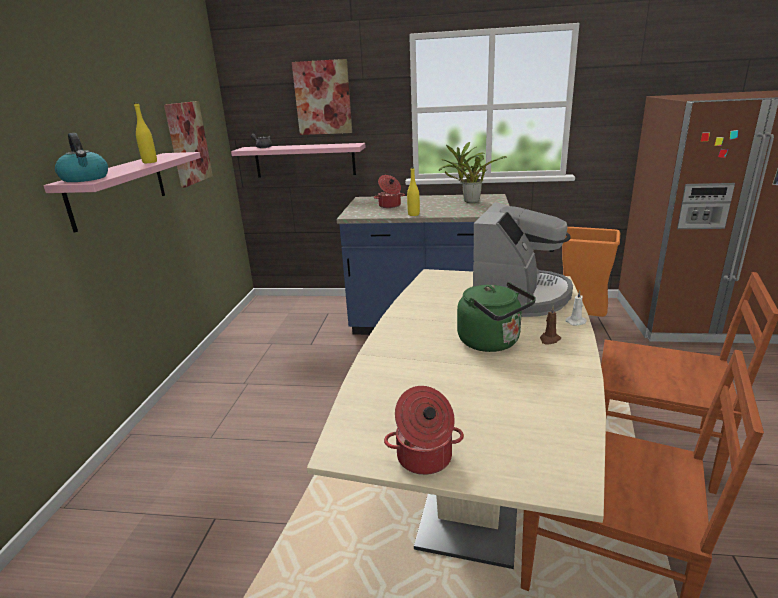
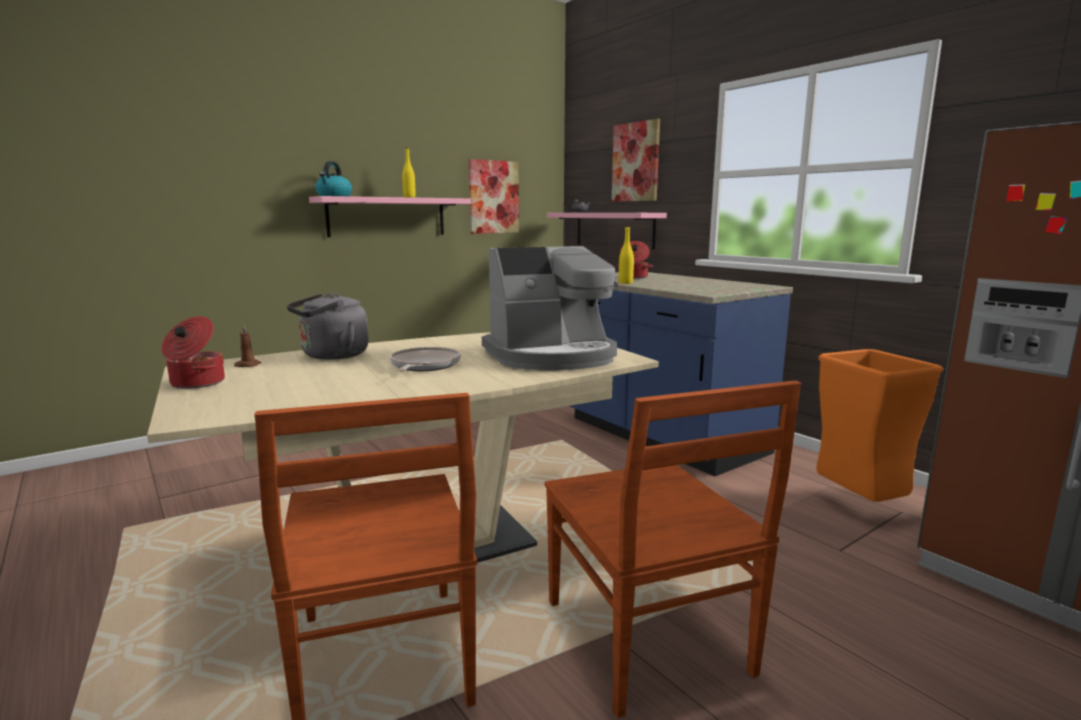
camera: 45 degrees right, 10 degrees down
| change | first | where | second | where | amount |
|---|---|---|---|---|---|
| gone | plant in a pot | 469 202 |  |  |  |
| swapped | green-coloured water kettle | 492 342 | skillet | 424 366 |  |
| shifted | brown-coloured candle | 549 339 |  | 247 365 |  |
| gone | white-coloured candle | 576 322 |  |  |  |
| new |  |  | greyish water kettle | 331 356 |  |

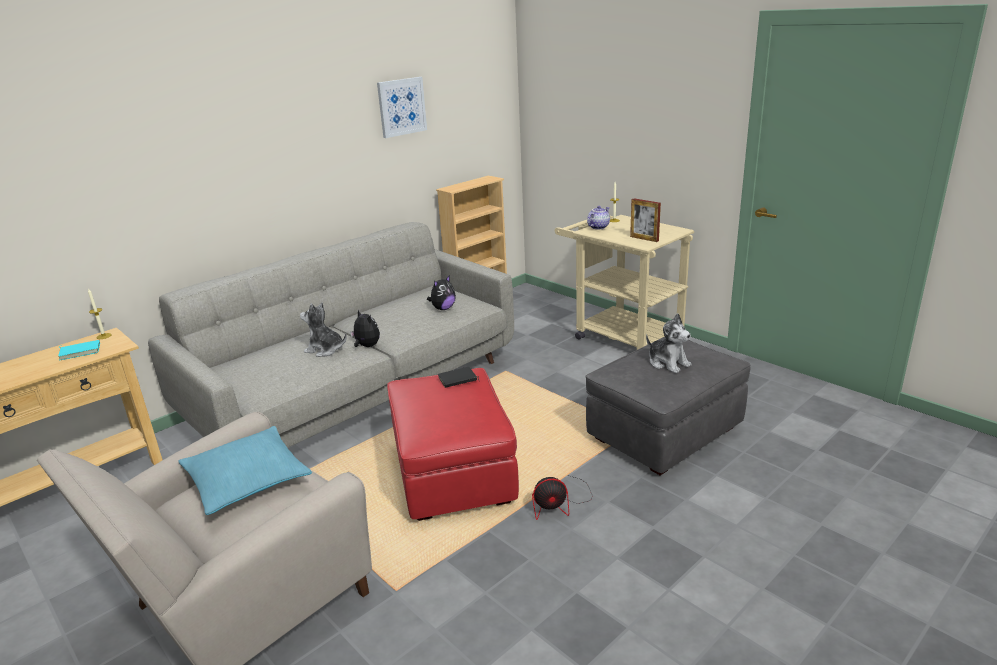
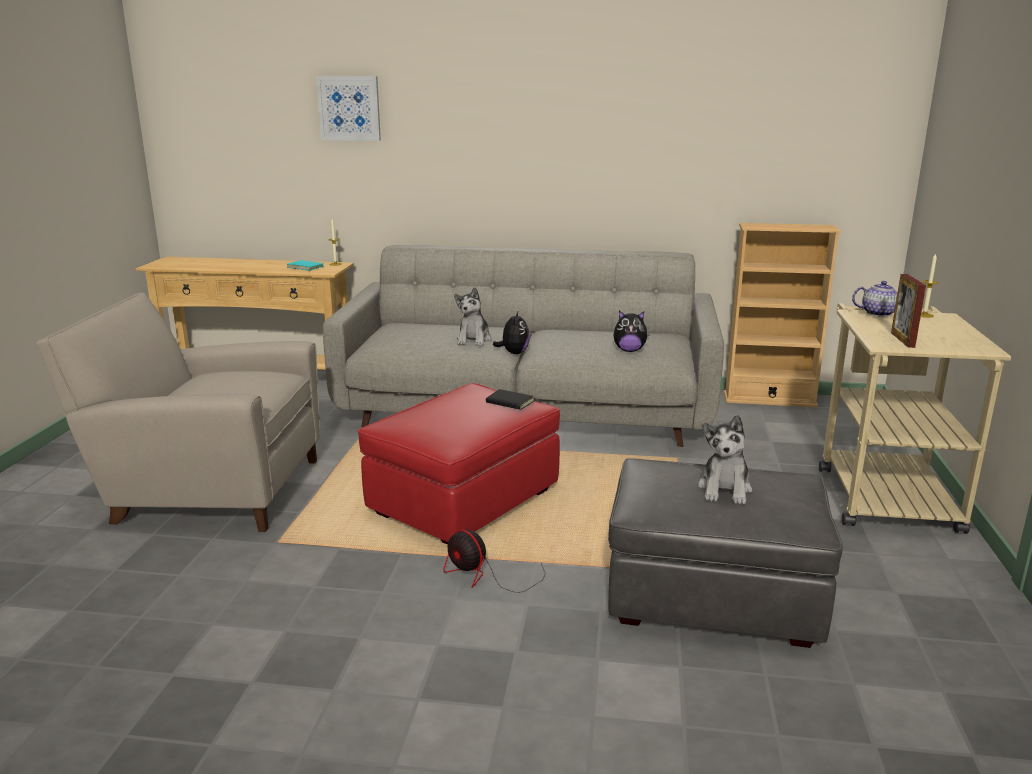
camera: 50 degrees right, 5 degrees down
| change | first | where | second | where | amount |
|---|---|---|---|---|---|
| gone | blue-green cushion | 247 480 |  |  |  |
| rotated | cuddly toy | 325 350 |  | 474 340 | 150 degrees counterclockwise |
| shifted | picture | 401 107 |  | 349 108 |  |

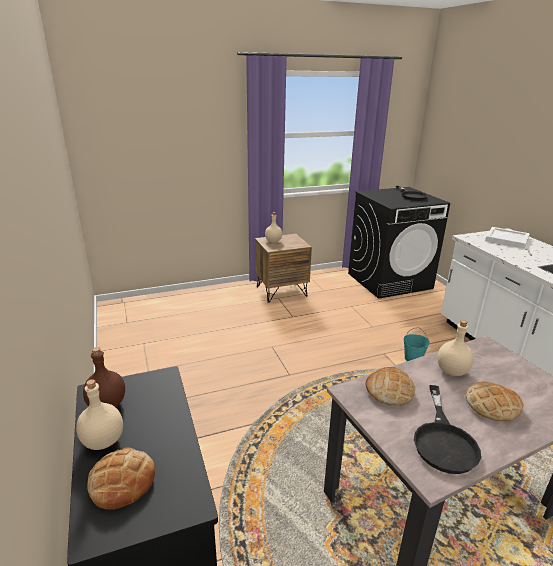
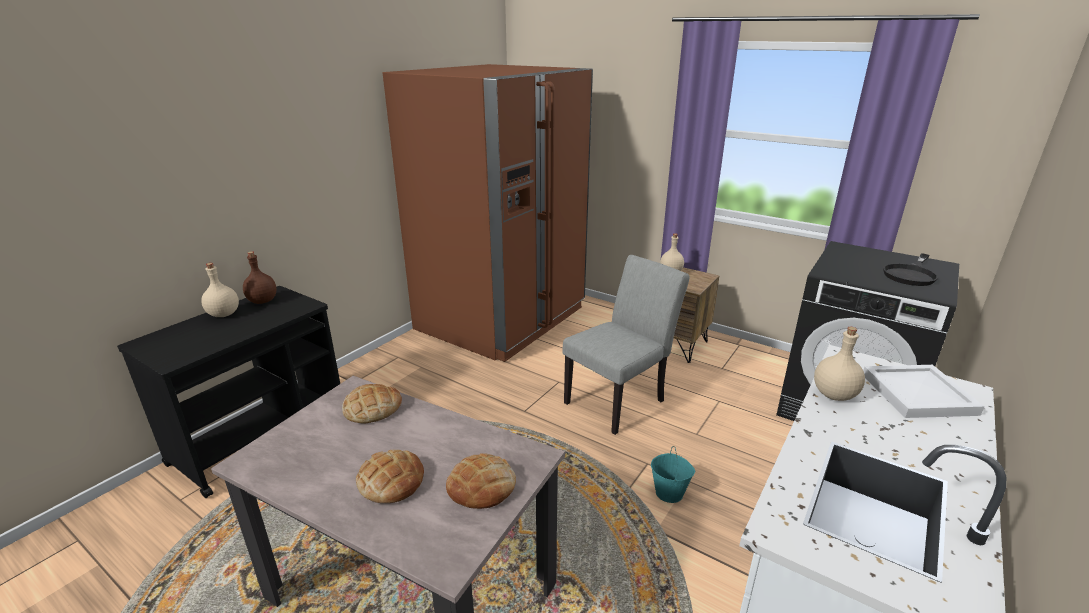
camera: 55 degrees right, 0 degrees up
| change | first | where | second | where | amount |
|---|---|---|---|---|---|
| shifted | bakery bread | 122 481 |  | 481 486 |  |
| gone | blackish skillet | 443 440 |  |  |  |
| shifted | beige-coloured drink bottle | 451 371 |  | 833 395 |  |
| new |  |  | brown-coloured fridge | 501 319 |  |
| new |  |  | greyish upright chair | 620 399 |  |

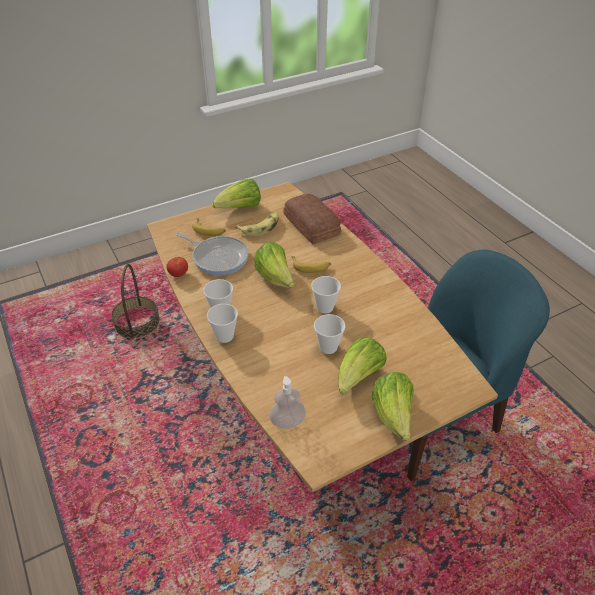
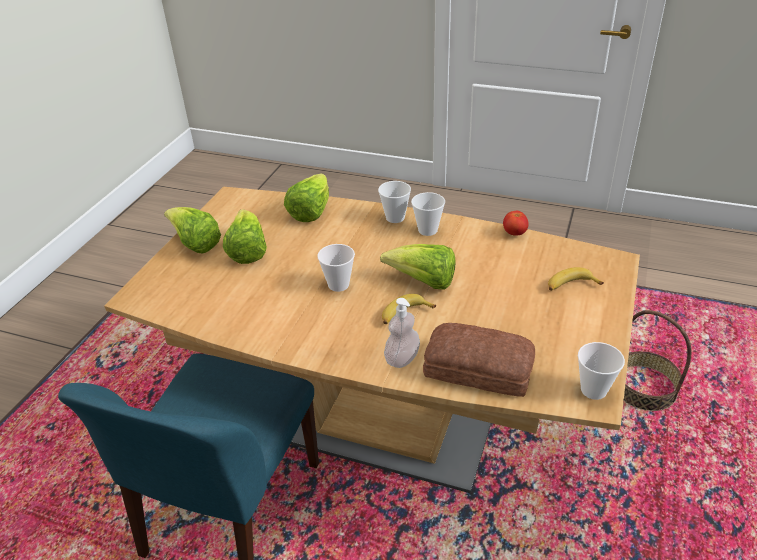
camera: 140 degrees right, 5 degrees down
| change | first | where | second | where | amount |
|---|---|---|---|---|---|
| gone | skillet | 218 257 |  |  |  |
| shifted | lettuce head | 240 208 |  | 311 211 |  |
| gone | banana | 260 227 |  |  |  |
| shifted | soap dispenser | 287 421 |  | 402 359 |  |
| shifted | small cup | 328 347 |  | 593 390 |  |

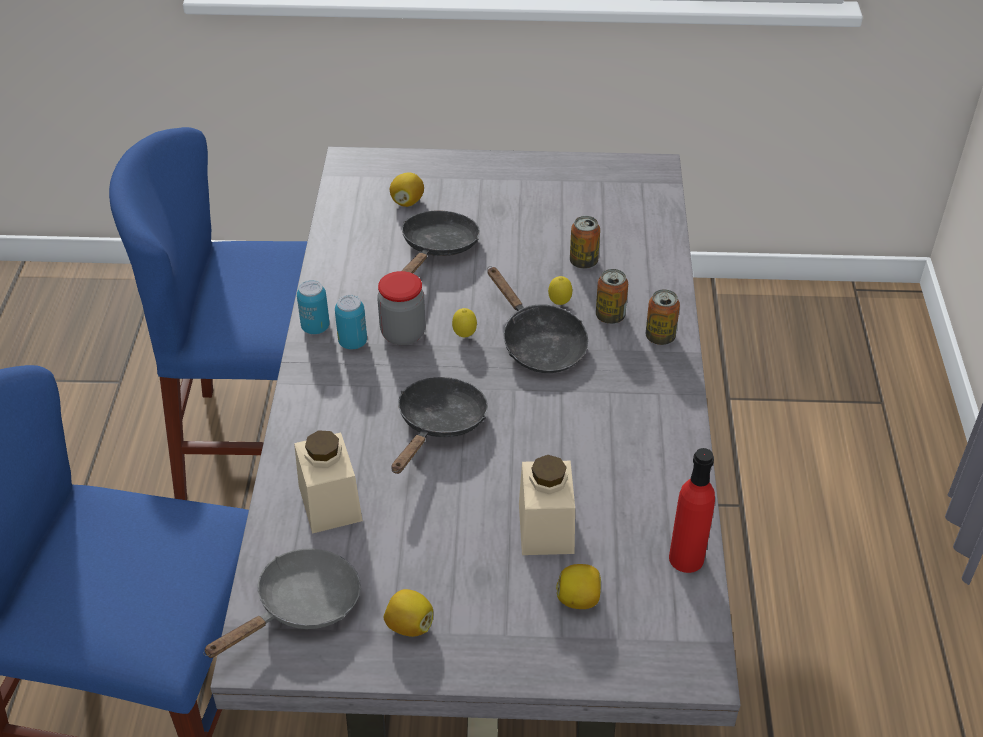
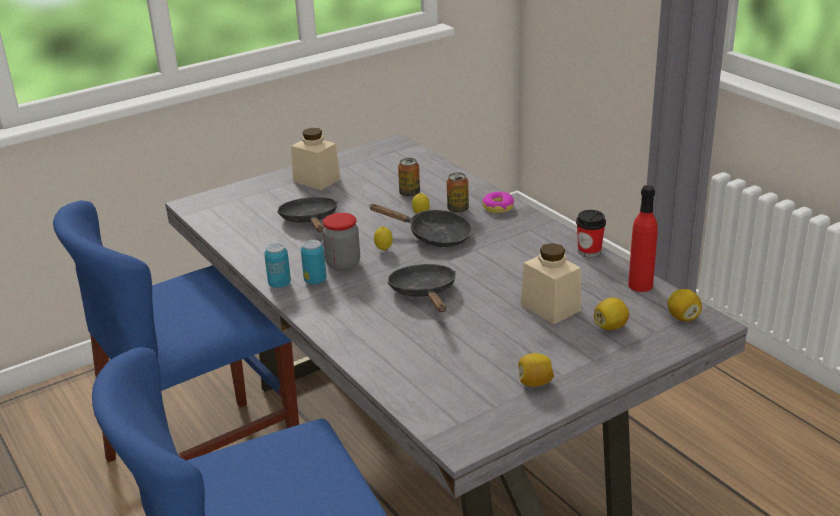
camera: 35 degrees left, 15 degrees down
| change | first | where | second | where | amount |
|---|---|---|---|---|---|
| gone | greyish skillet | 301 607 |  |  |  |
| shifted | beige-coloured jar | 330 503 |  | 316 180 |  |
| shifted | lemon | 407 201 |  | 682 317 |  |
| swapped | can | 660 337 | ring doughnut | 498 207 |  |
| new |  |  | small cup | 589 252 |  |

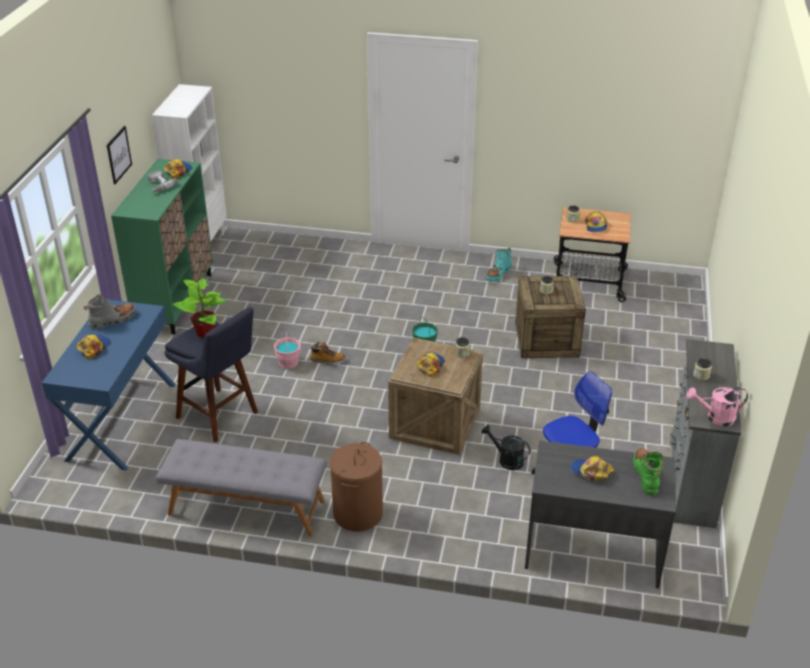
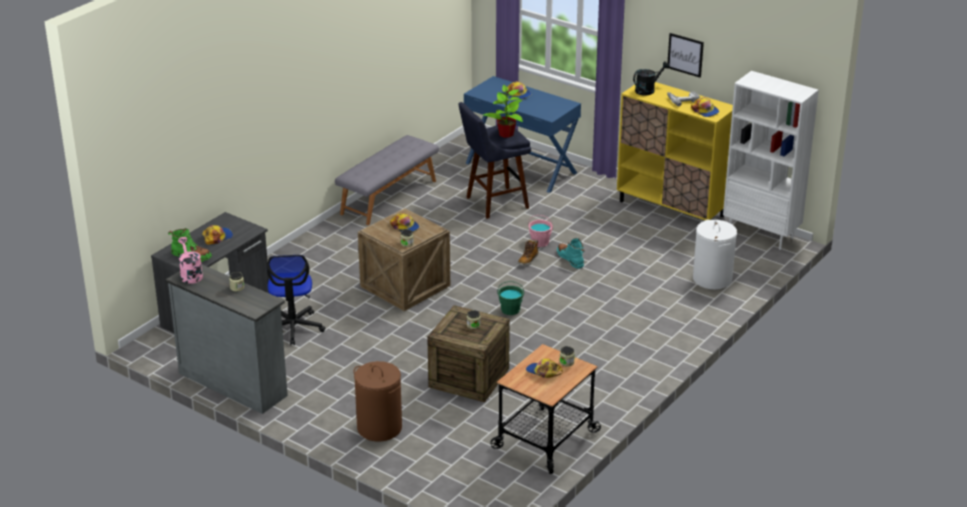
camera: 115 degrees right, 5 degrees down
| change | first | where | second | where | amount |
|---|---|---|---|---|---|
| gone | greyish boot | 113 320 |  |  |  |
| repainted | green-coloured cupboard | 175 301 | yellowish cupboard | 671 209 |  |
| shifted | brown-coloured washing basket | 358 514 |  | 379 428 |  |
| shifted | blackish watering pot | 506 460 |  | 648 90 |  |
| shifted | blue-green boot | 498 274 |  | 570 259 |  |
| rotated | pink-coloured watering pot | 715 417 |  | 190 274 | 45 degrees counterclockwise |
| new |  |  | white-coloured washing basket | 712 279 |  |

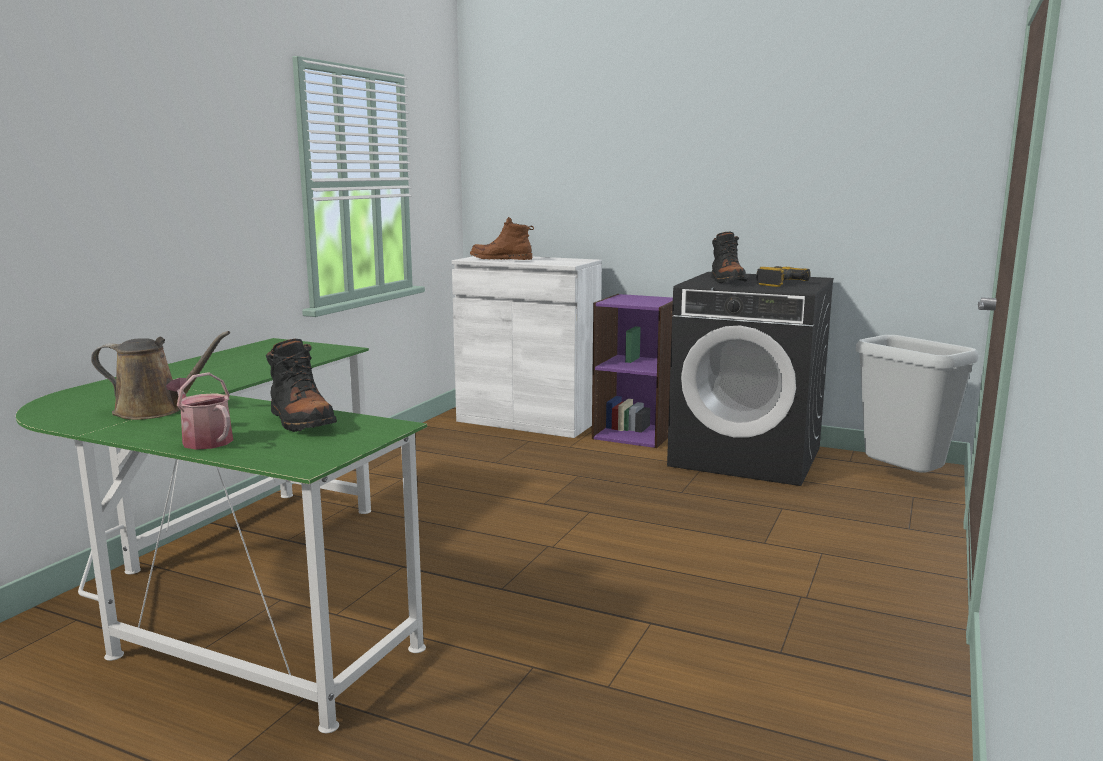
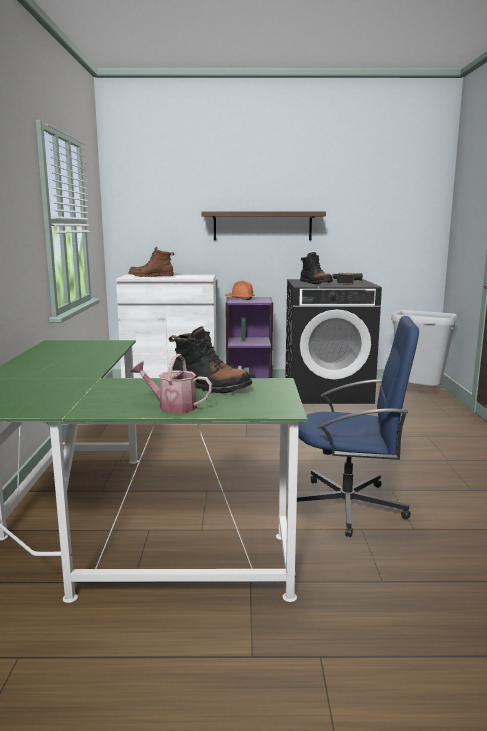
camera: 25 degrees left, 0 degrees up
| change | first | where | second | where | amount |
|---|---|---|---|---|---|
| gone | brown-coloured watering pot | 155 410 |  |  |  |
| new |  |  | wall shelf | 262 226 |  |
| new |  |  | orange hard hat | 239 298 |  |
| new |  |  | blue desk chair | 349 506 |  |

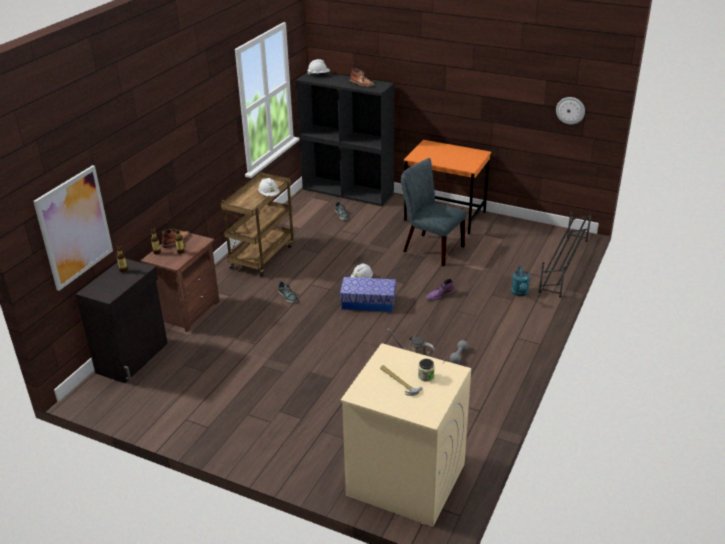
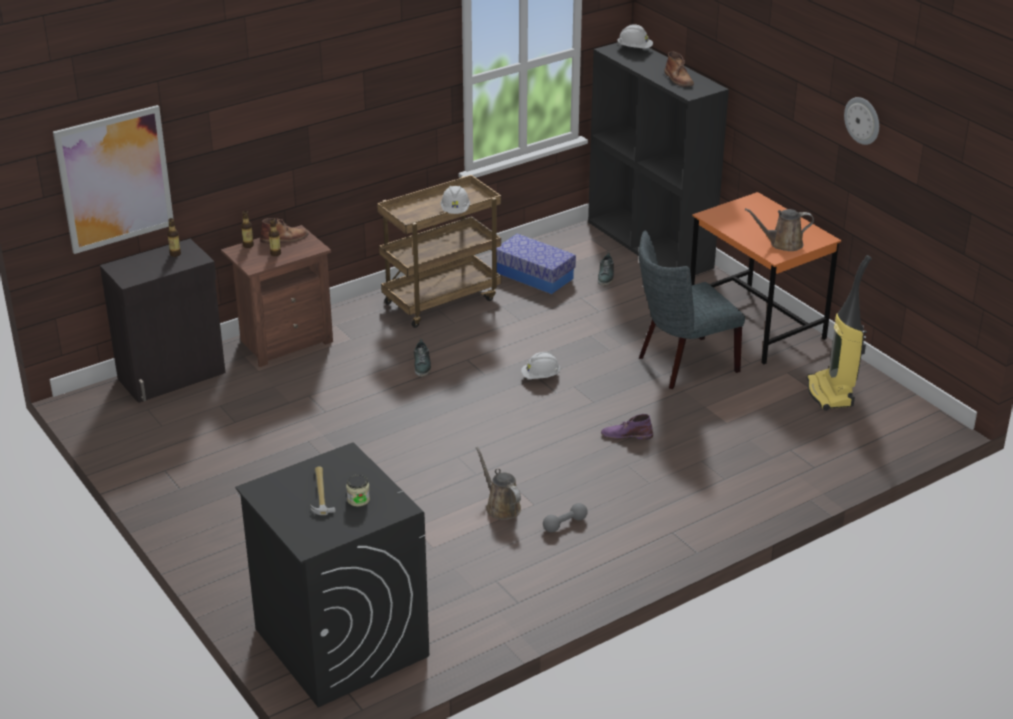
camera: 30 degrees right, 0 degrees up
| change | first | where | second | where | amount |
|---|---|---|---|---|---|
| shifted | storage box | 368 302 |  | 534 275 |  |
| repainted | beige-coloured laundry machine | 405 479 | blackish laundry machine | 340 642 |  |
| rotated | greyish upright chair | 429 248 |  | 682 365 | 90 degrees counterclockwise |
| gone | blue-green watering pot | 520 293 |  |  |  |
| gone | blackish shoe stand | 563 265 |  |  |  |
| shifted | hanging clock | 570 110 |  | 863 120 |  |
| new |  |  | brown-coloured watering pot | 783 244 |  |
| new |  |  | vacuum | 831 393 |  |

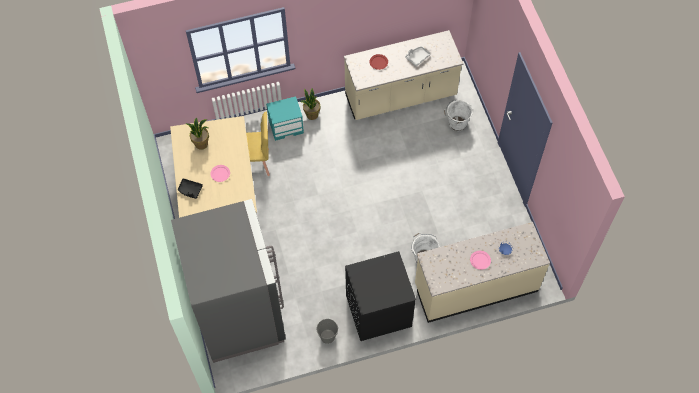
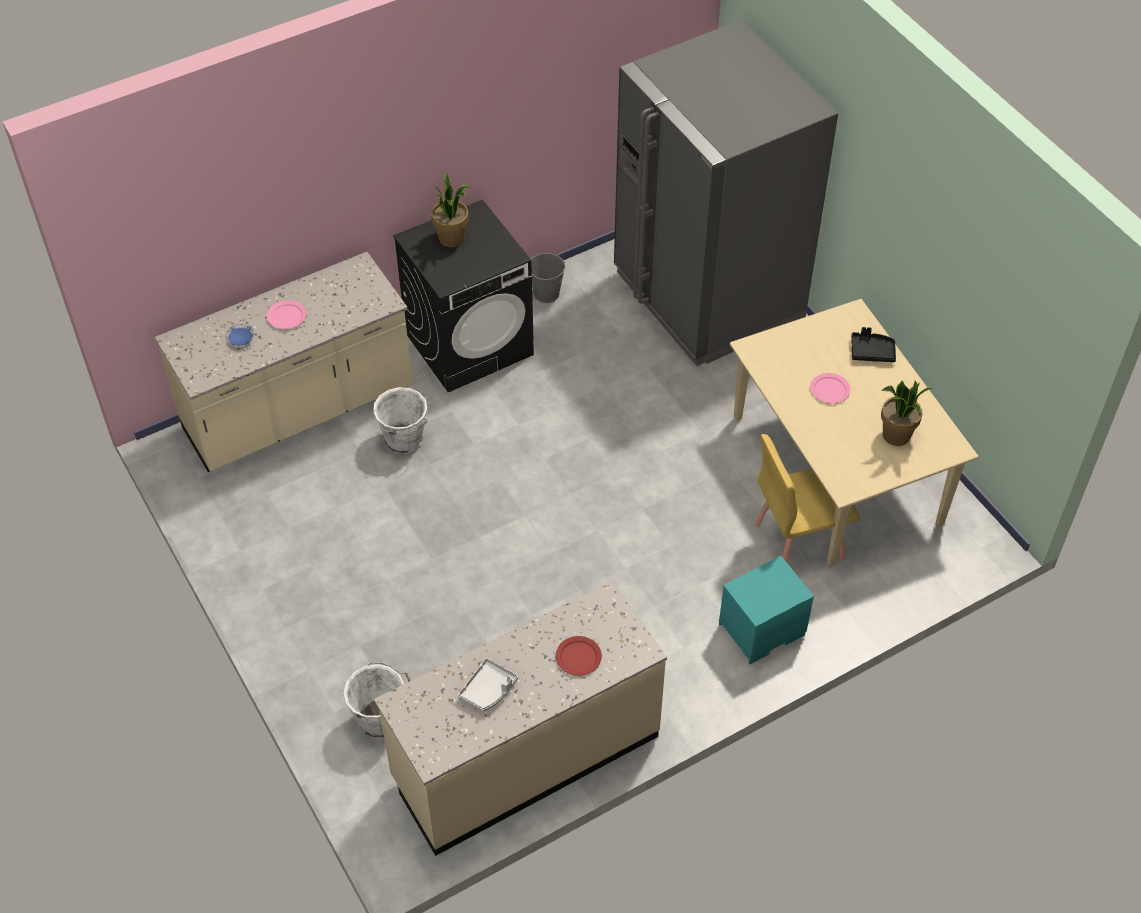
camera: 165 degrees right, 10 degrees down
| change | first | where | second | where | amount |
|---|---|---|---|---|---|
| shifted | plant in a pot | 311 114 |  | 452 238 |  |

